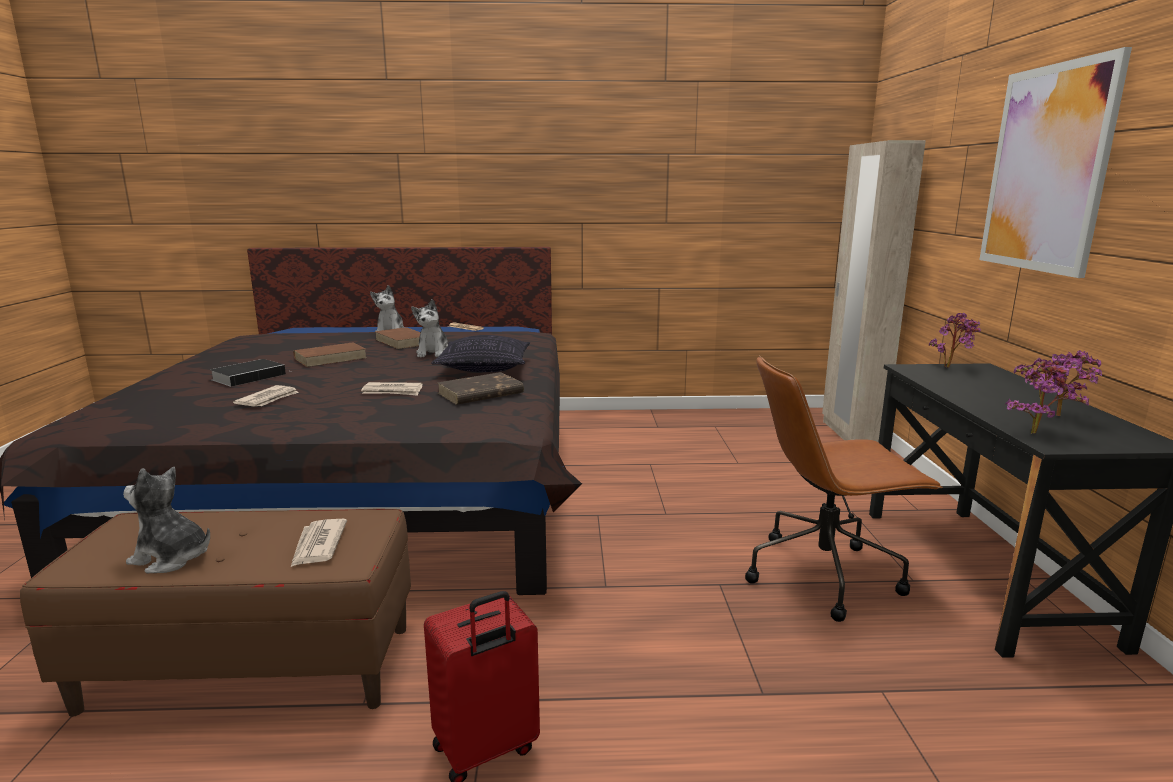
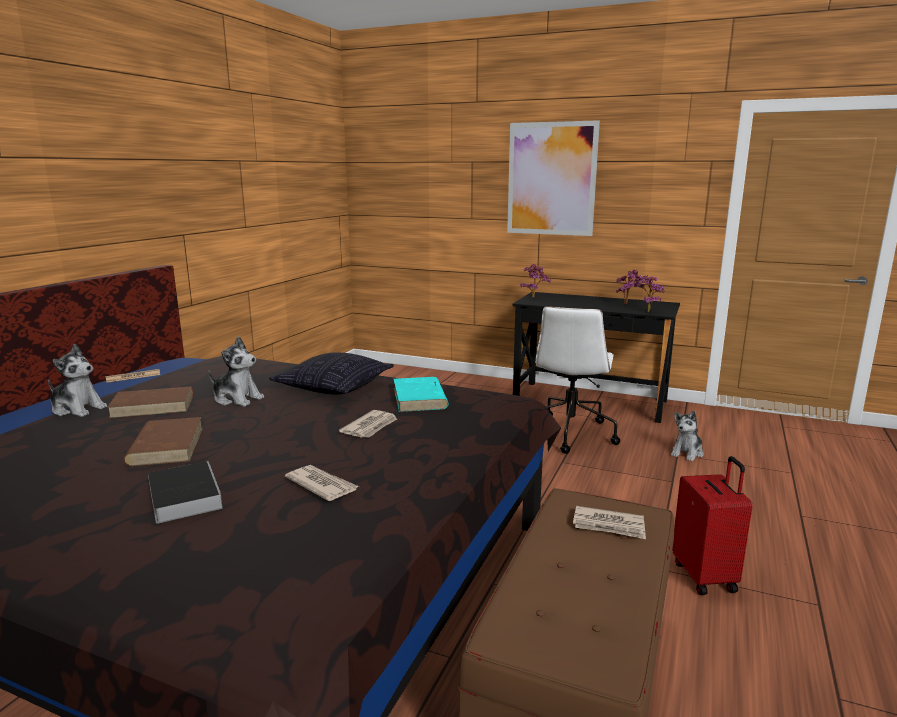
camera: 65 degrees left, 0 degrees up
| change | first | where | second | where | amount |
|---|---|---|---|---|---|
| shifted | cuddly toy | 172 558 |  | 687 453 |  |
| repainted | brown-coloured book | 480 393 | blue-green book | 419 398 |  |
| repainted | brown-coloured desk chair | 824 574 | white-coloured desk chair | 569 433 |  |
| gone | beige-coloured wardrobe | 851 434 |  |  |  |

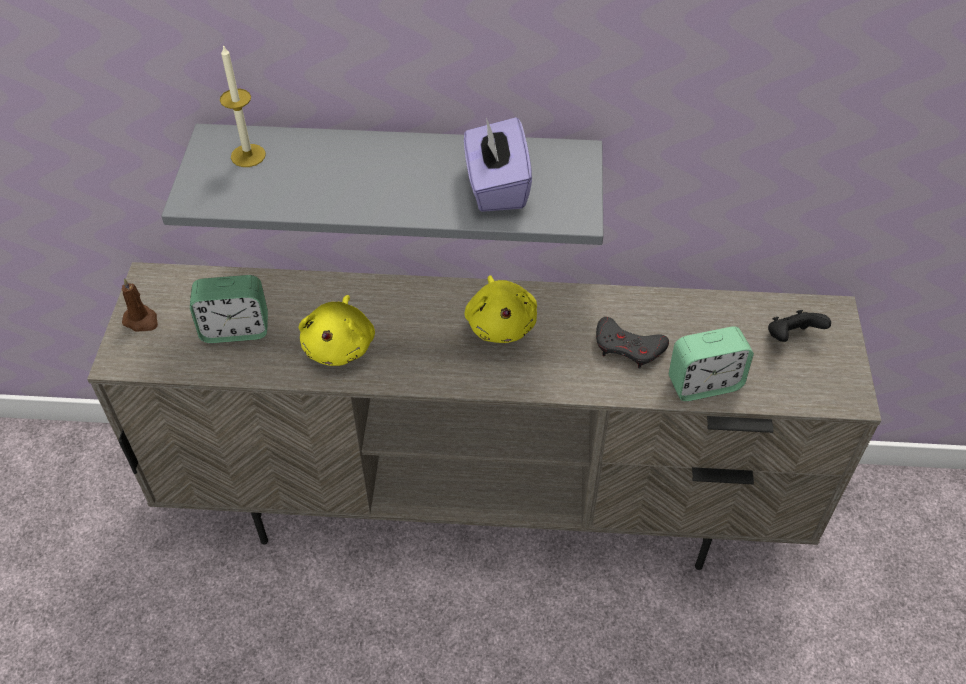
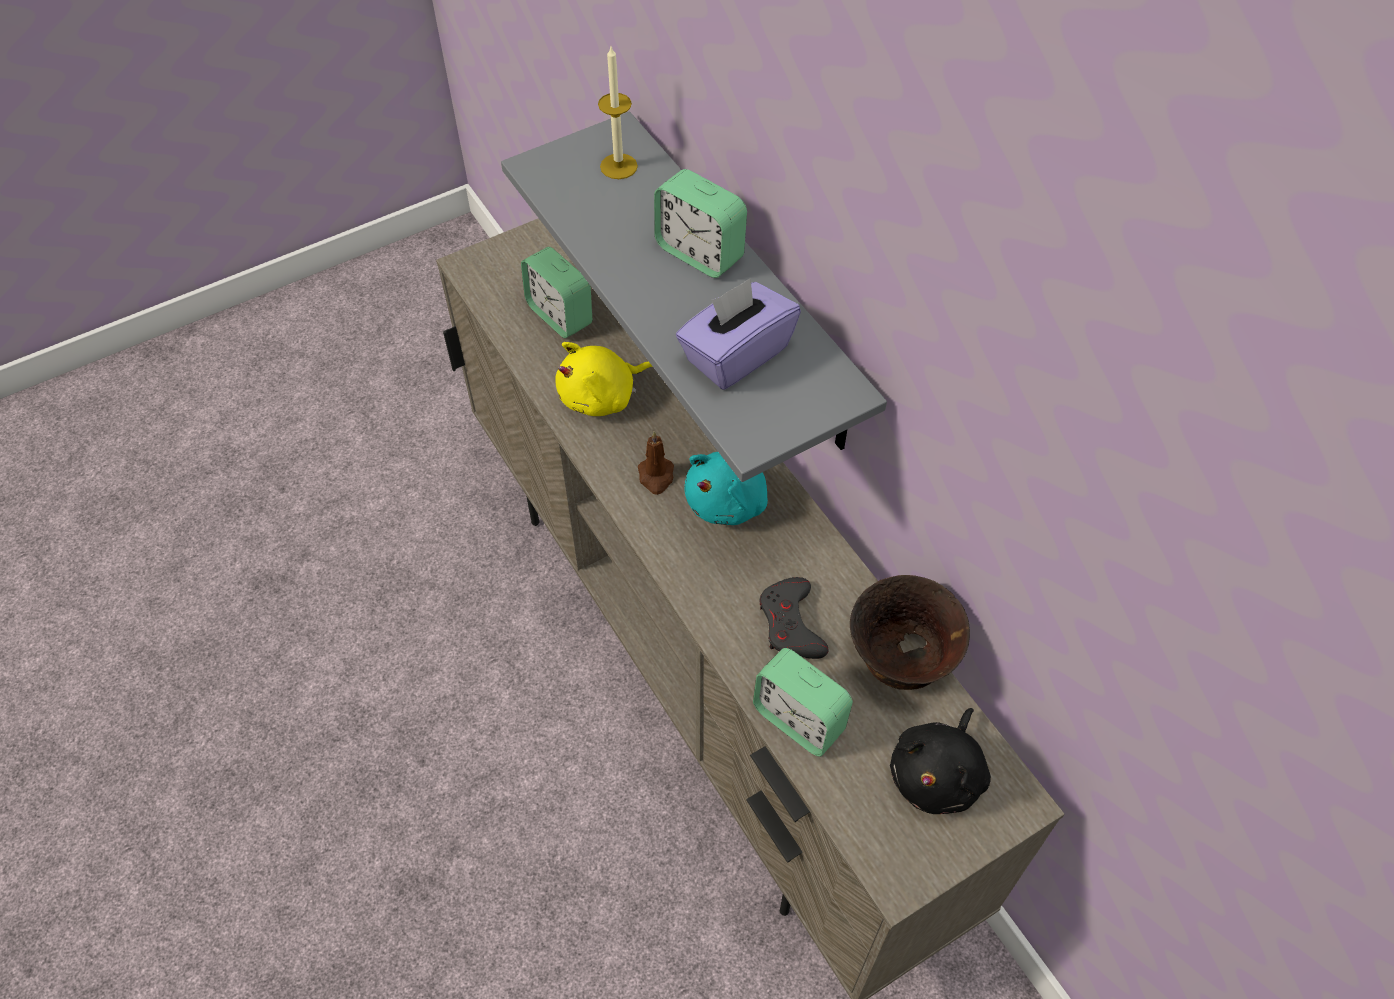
camera: 55 degrees right, 5 degrees up
| change | first | where | second | where | amount |
|---|---|---|---|---|---|
| shifted | brown-coloured candle | 141 321 |  | 656 476 |  |
| repainted | yellowish cuddly toy | 501 324 | blue-green cuddly toy | 730 500 |  |
| swapped | blackish joypad | 791 337 | blackish cuddly toy | 938 774 |  |
| new |  |  | bedside clock | 700 253 |  |
| new |  |  | brown-coloured bowl | 900 663 |  |

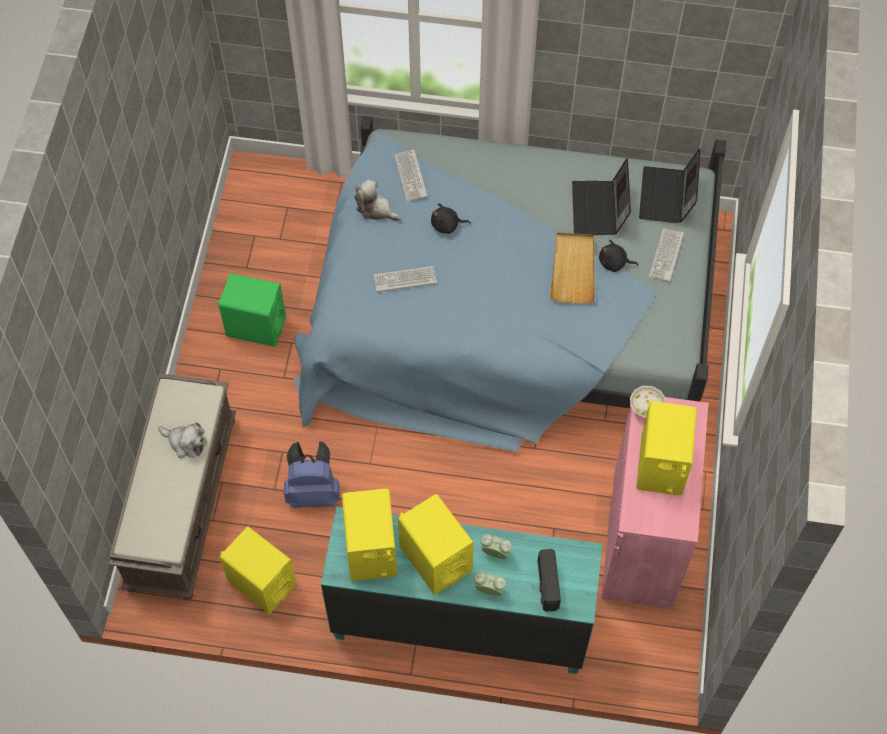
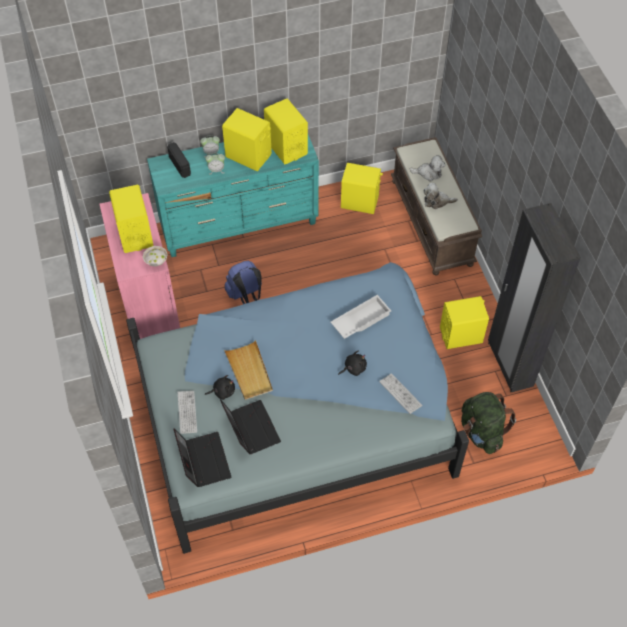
camera: 155 degrees right, 5 degrees down
| change | first | where | second | where | amount |
|---|---|---|---|---|---|
| repainted | green-coloured speaker | 255 326 | yellowish speaker | 461 335 |  |
| shifted | blue backpack | 313 491 |  | 245 295 |  |
| shifted | cuddly toy | 375 209 |  | 428 173 |  |
| swapped | PC keyboard | 405 279 | white-coloured tray | 360 319 |  |
| new |  |  | green-coloured backpack | 481 432 |  |
| new |  |  | blackish wardrobe | 509 364 |  |

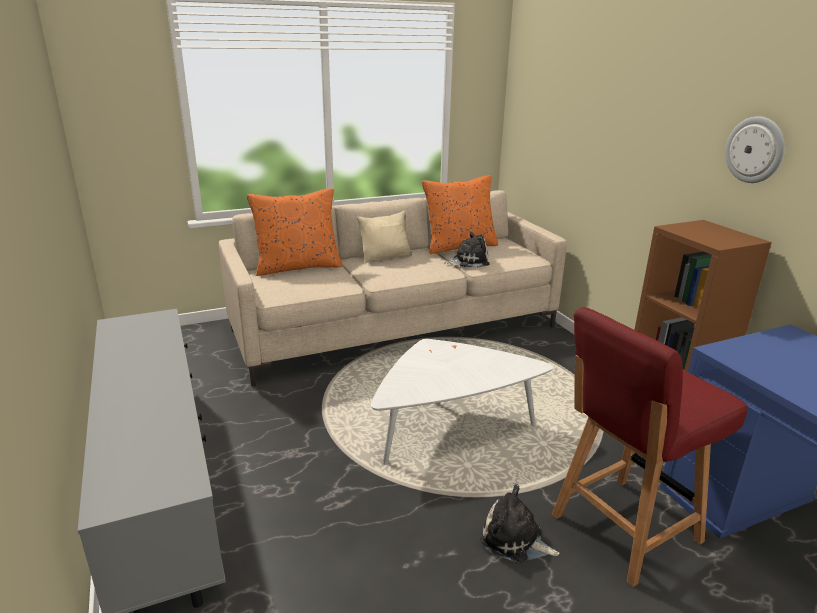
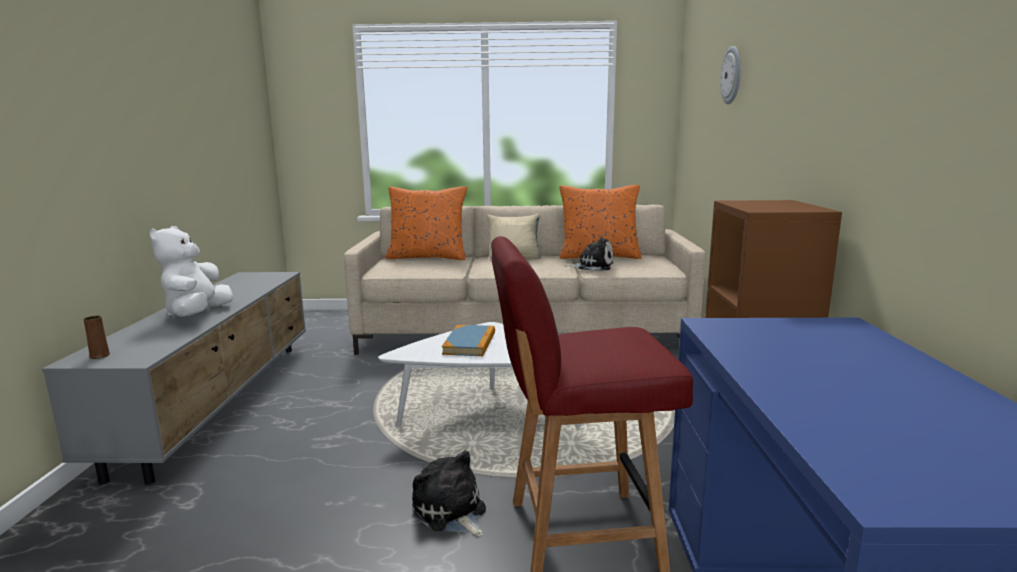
camera: 25 degrees right, 10 degrees down
| change | first | where | second | where | amount |
|---|---|---|---|---|---|
| shifted | hanging clock | 755 150 |  | 732 75 |  |
| new |  |  | brown-coloured decorative vase | 99 356 |  |
| new |  |  | white-coloured cuddly toy | 197 314 |  |
| new |  |  | book | 470 343 |  |

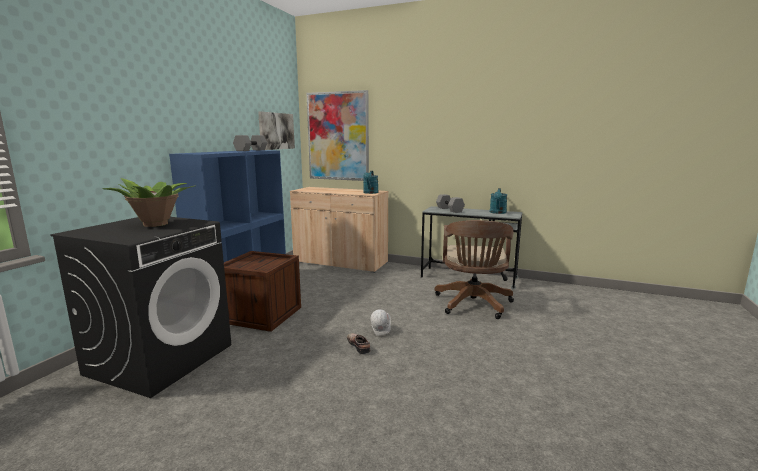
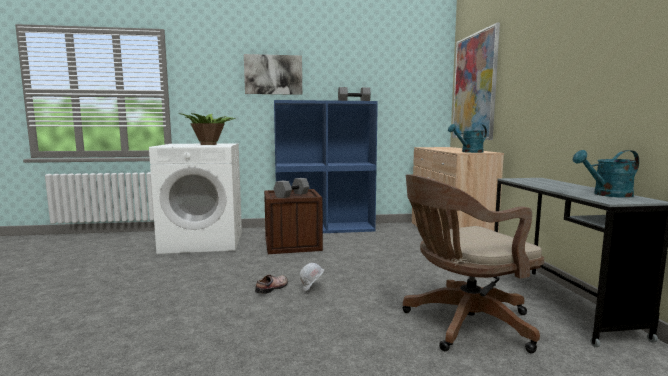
camera: 60 degrees right, 5 degrees down
| change | first | where | second | where | amount |
|---|---|---|---|---|---|
| repainted | blackish laundry machine | 161 358 | white-coloured laundry machine | 204 242 |  |
| shifted | picture | 276 131 |  | 273 74 |  |
| shifted | greyish free weight | 449 210 |  | 291 195 |  |

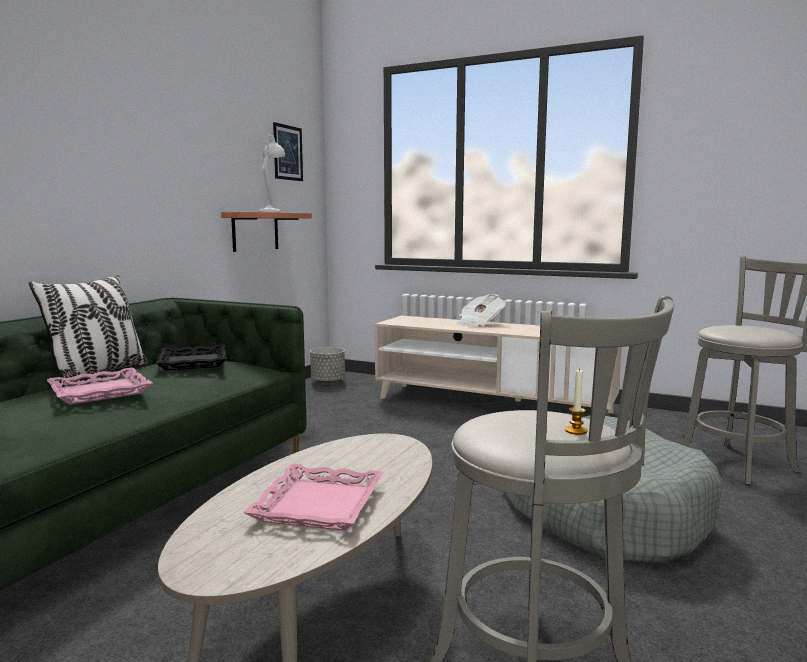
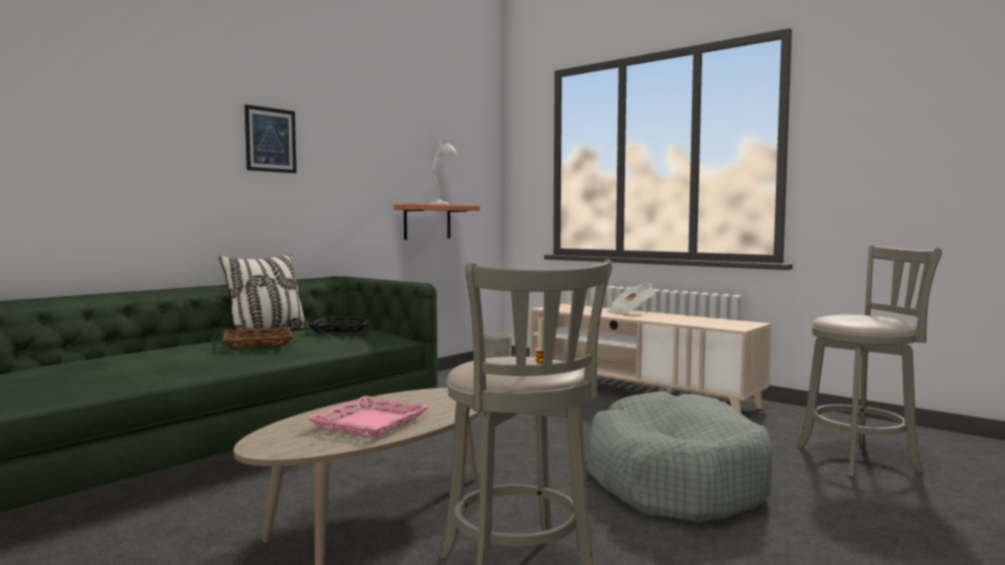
camera: 15 degrees right, 5 degrees down
| change | first | where | second | where | amount |
|---|---|---|---|---|---|
| repainted | pink-coloured tray | 100 392 | brown-coloured tray | 257 342 |  |
| shifted | picture | 288 152 |  | 270 140 |  |

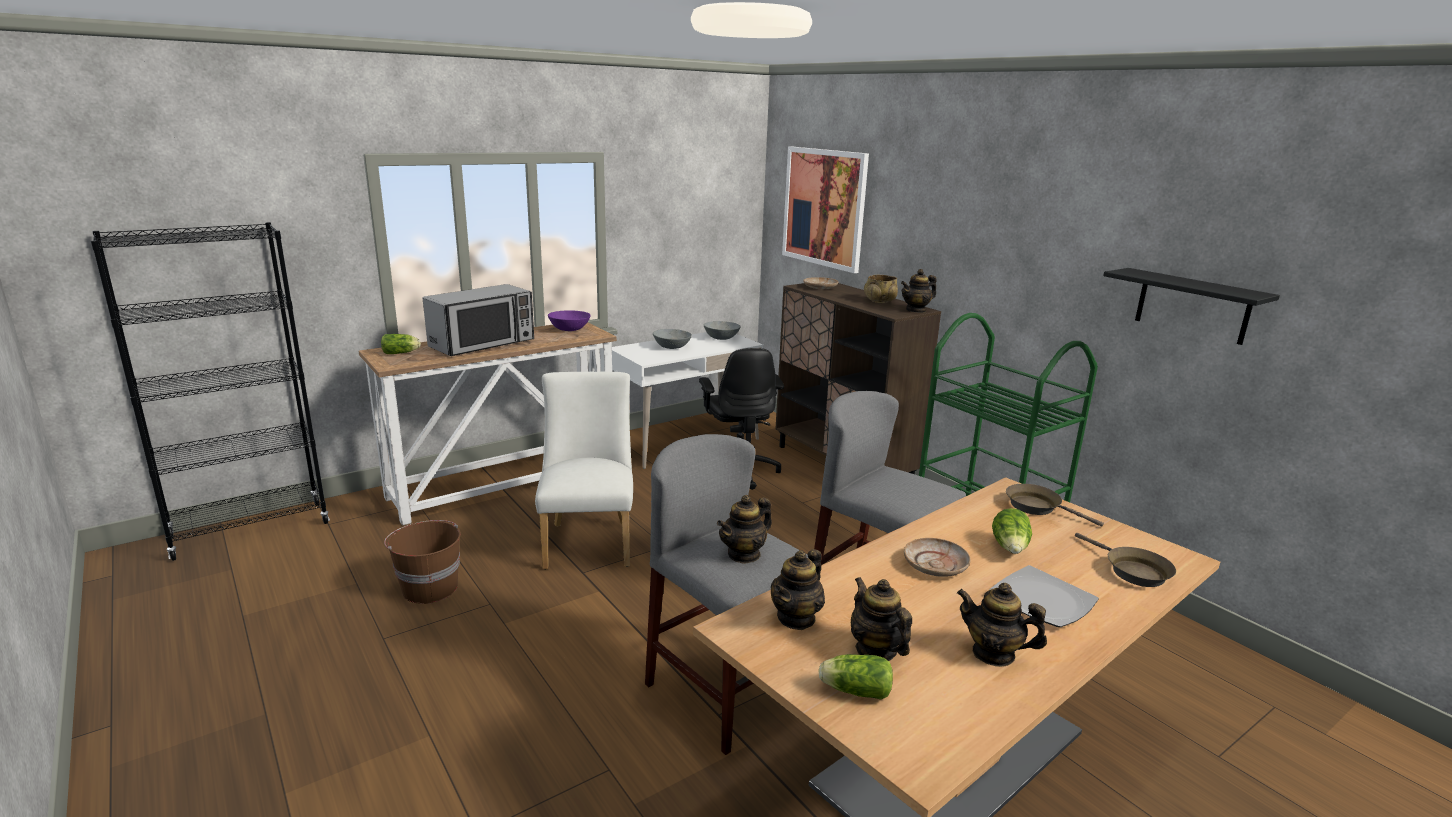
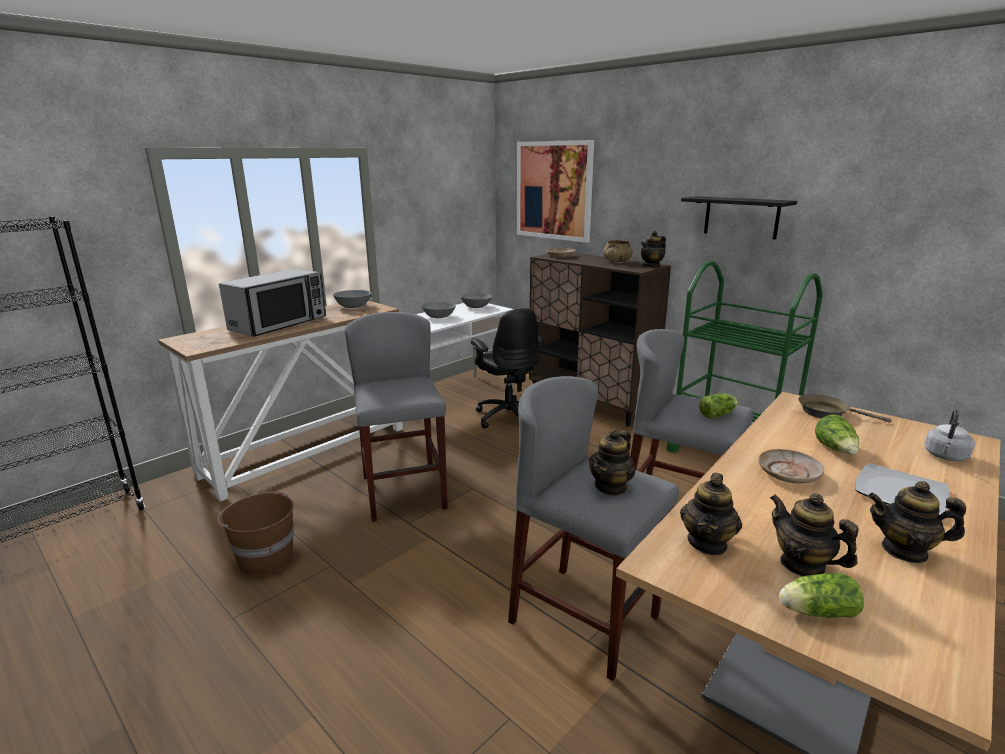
camera: 10 degrees left, 0 degrees up
| change | first | where | second | where | amount |
|---|---|---|---|---|---|
| shifted | lettuce head | 402 353 |  | 718 414 |  |
| swapped | white-coloured upright chair | 589 540 | greyish sitting stool | 403 492 |  |
| repainted | purplish bowl | 569 329 | greyish bowl | 353 306 |  |
| swapped | brown-coloured skillet | 1132 571 | greyish water kettle | 945 456 |  |
| shifted | blackish wall shelf | 1192 306 |  | 741 217 |  |

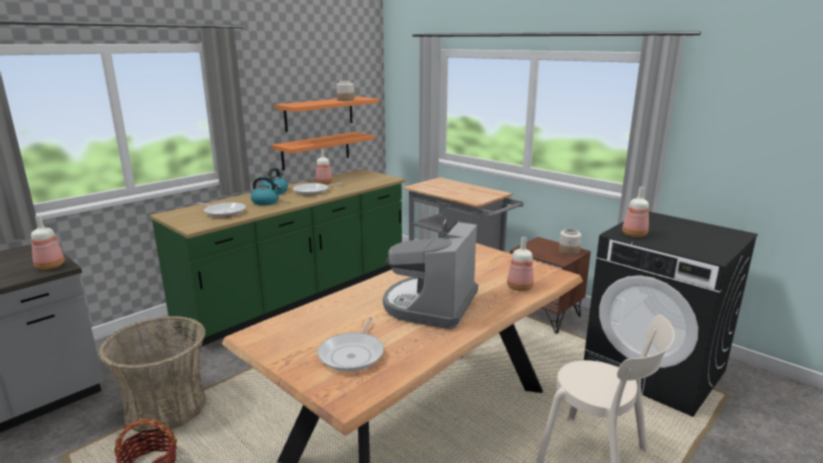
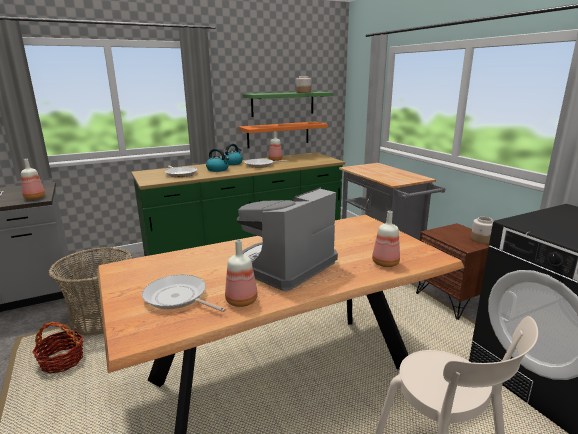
camera: 20 degrees right, 0 degrees up
| change | first | where | second | where | amount |
|---|---|---|---|---|---|
| repainted | orange wall shelf | 319 113 | green-coloured wall shelf | 283 104 |  |
| rotated | skillet | 353 354 |  | 178 298 | 90 degrees clockwise |
| shifted | drink bottle | 633 234 |  | 241 300 |  |

